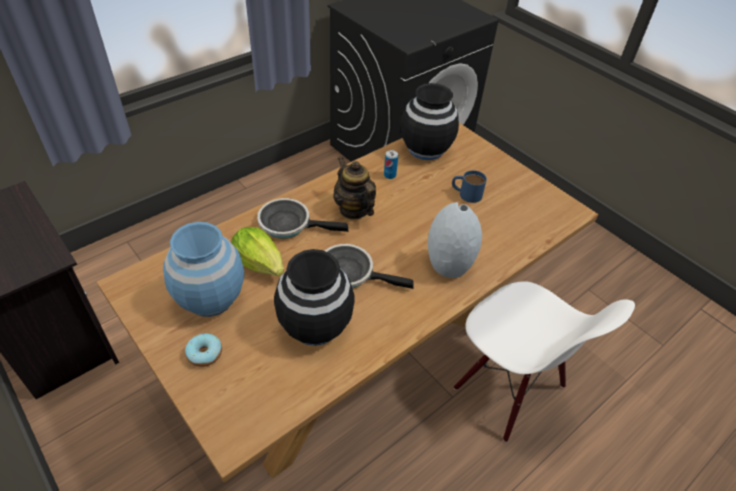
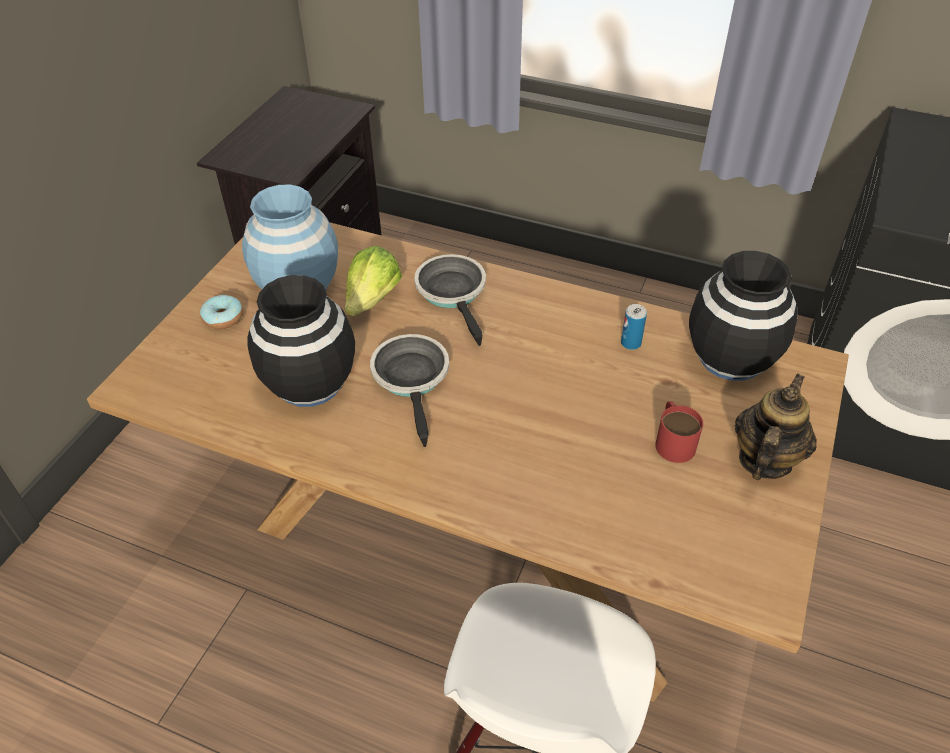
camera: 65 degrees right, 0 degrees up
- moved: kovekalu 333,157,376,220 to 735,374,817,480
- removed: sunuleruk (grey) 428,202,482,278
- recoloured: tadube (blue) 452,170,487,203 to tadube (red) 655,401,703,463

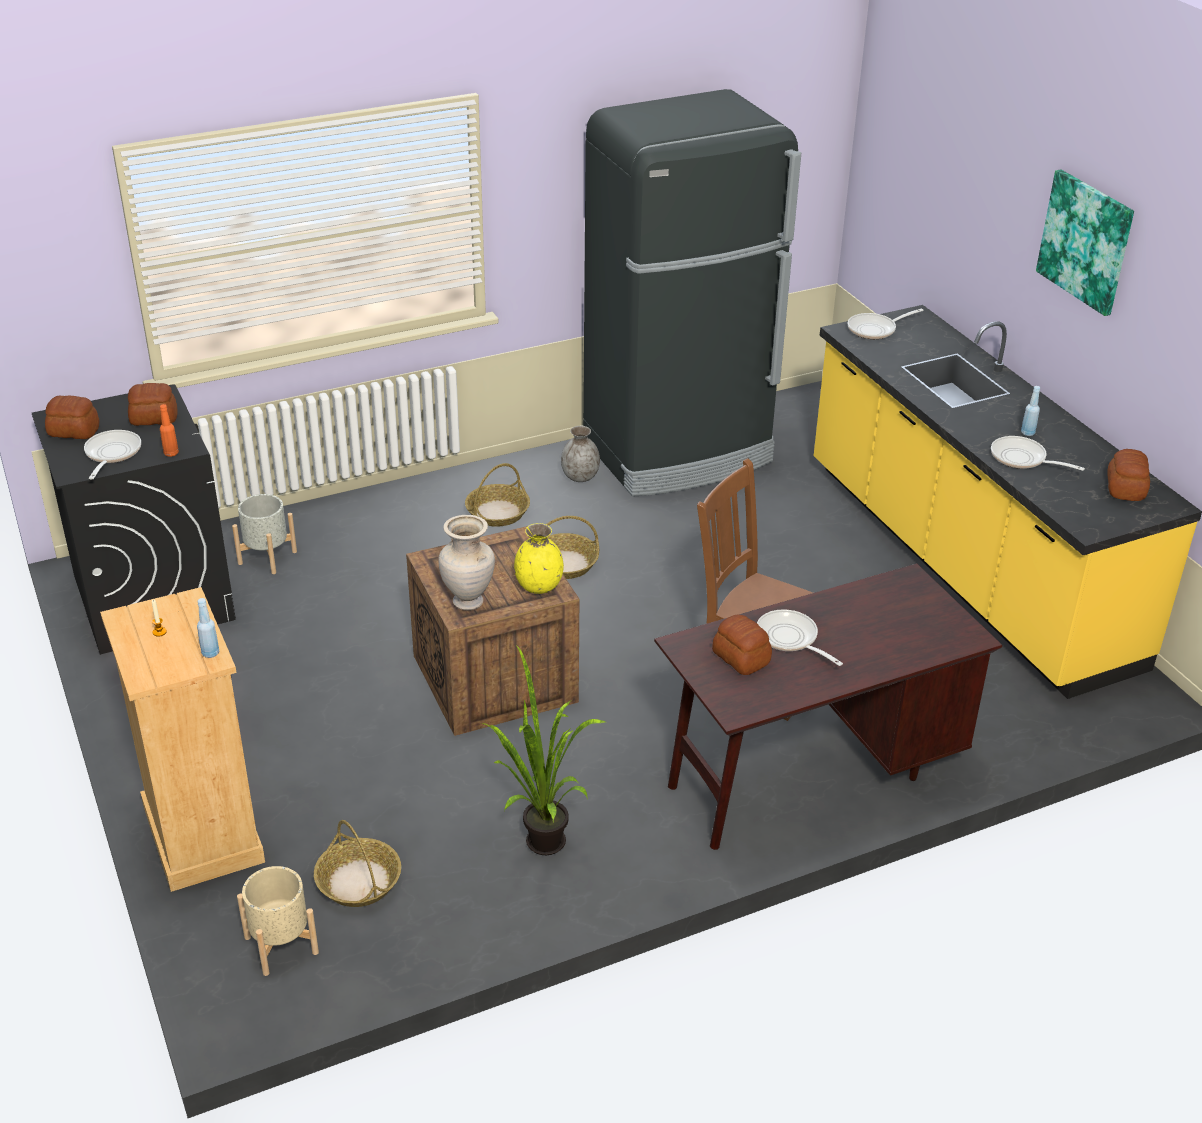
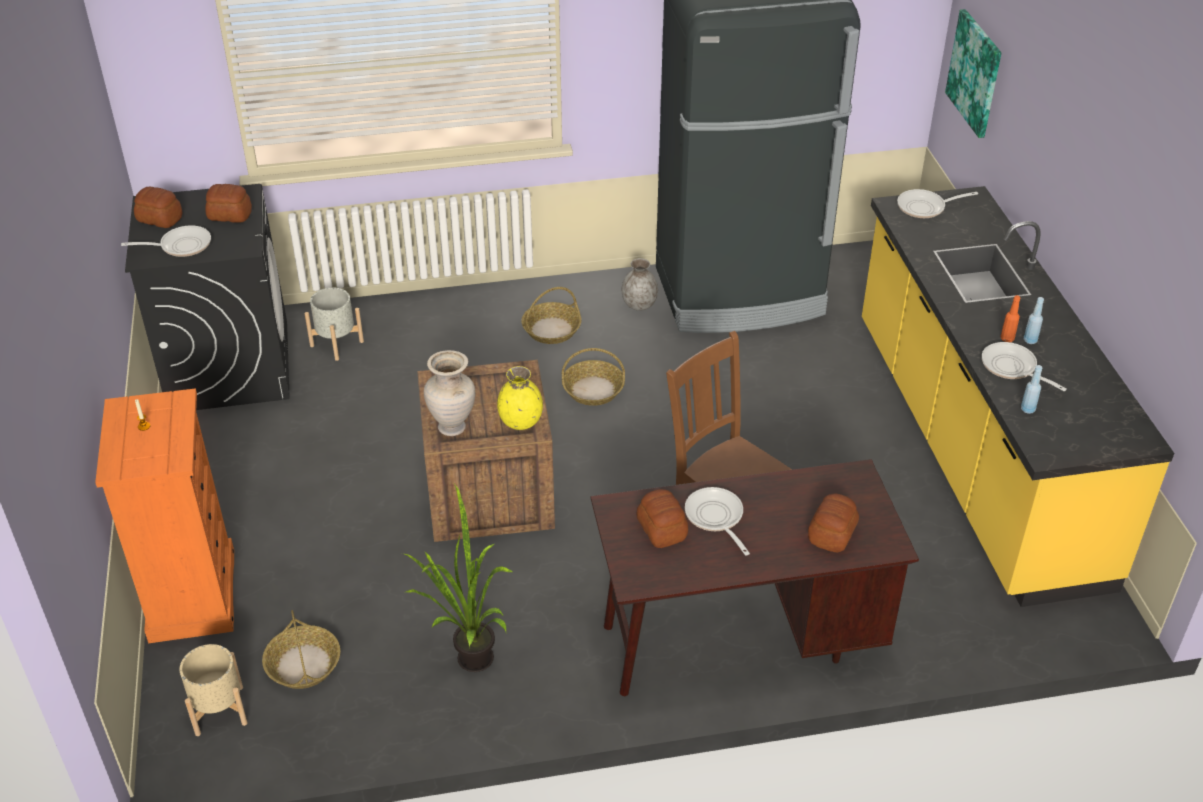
camera: 15 degrees right, 5 degrees up
- turned: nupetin 84,430,141,479 = 121,225,211,257 60 degrees clockwise
- recoloured: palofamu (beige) 100,587,265,892 to palofamu (orange) 95,388,234,643
- moved: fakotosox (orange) 160,404,179,457 to 1001,295,1021,342
- moved: fakotosox (blue) 197,598,219,658 to 1021,365,1042,414
- moved: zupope 1036,169,1134,316 to 945,9,1002,138
- moved: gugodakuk 1107,449,1150,501 to 808,494,859,552

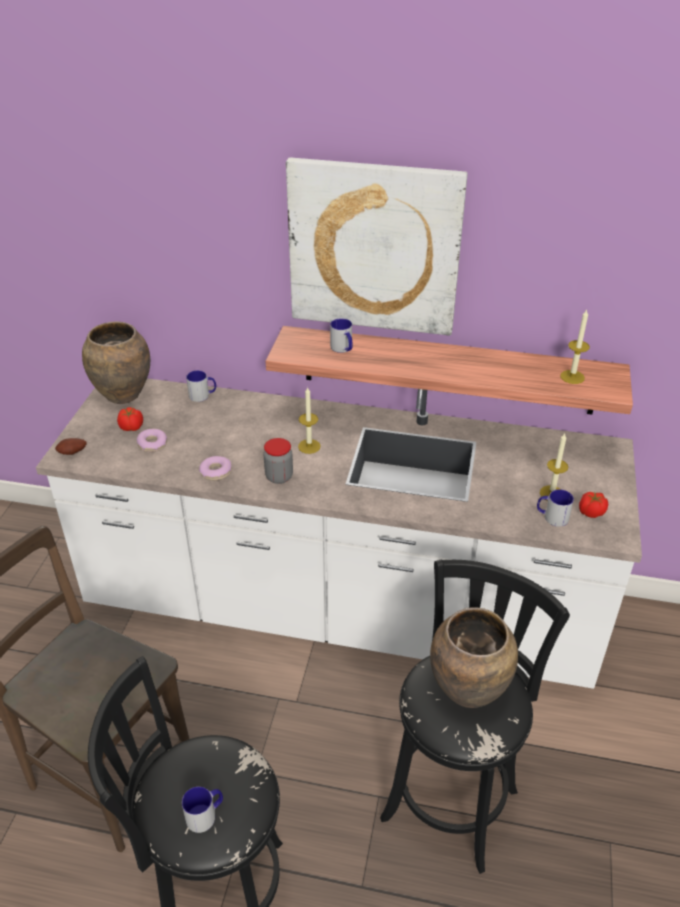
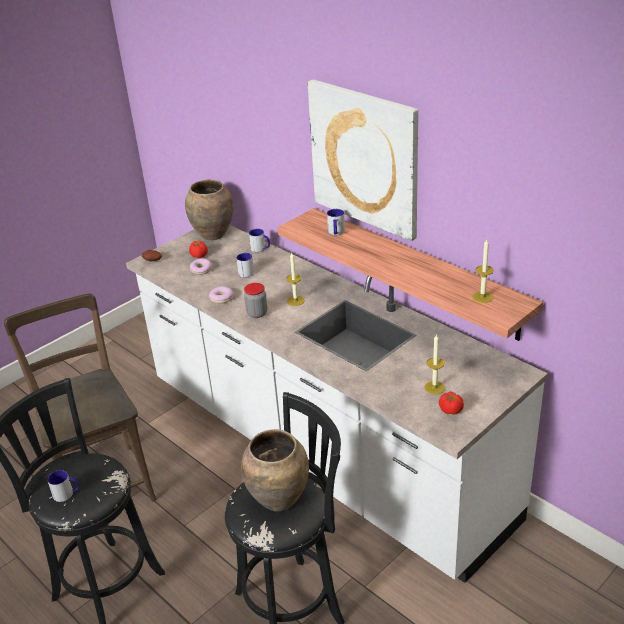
camera: 35 degrees right, 5 degrees down
- moved: tadube 537,489,574,527 to 236,253,254,277

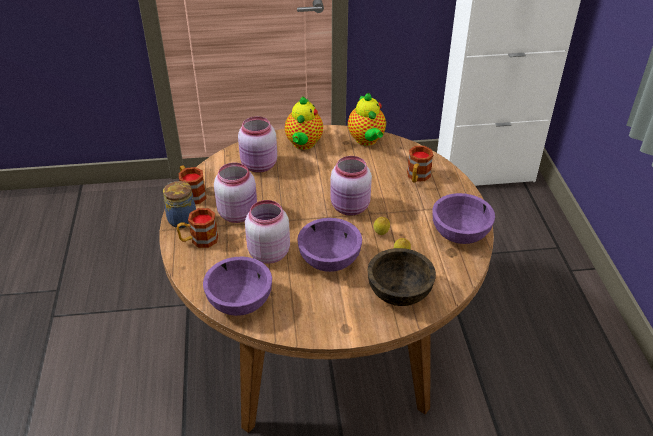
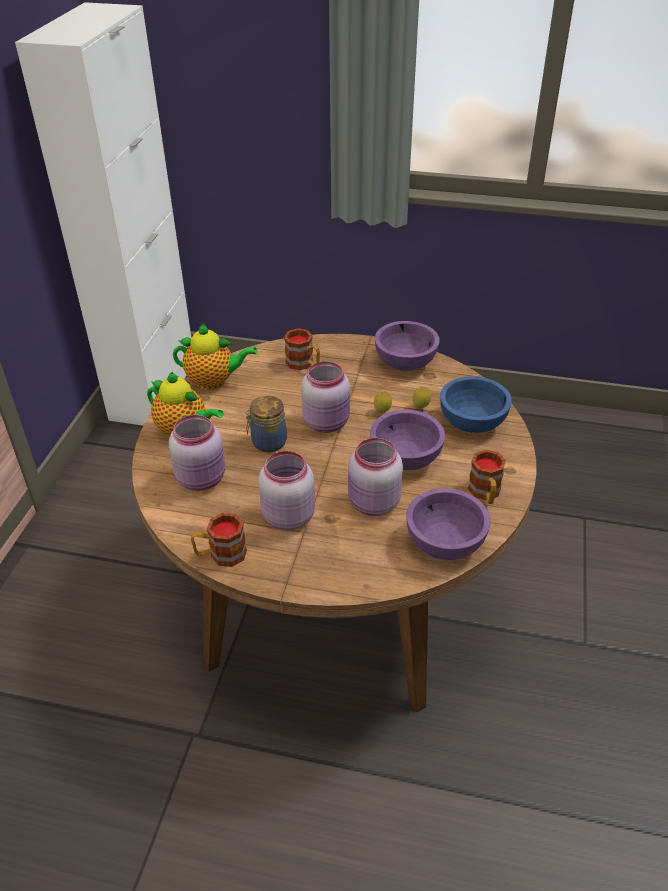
camera: 70 degrees left, 0 degrees up
- moved: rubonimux 163,181,196,228 to 245,396,287,452
- moved: tadube 177,208,218,248 to 468,450,506,504
- recoloured: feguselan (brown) 368,248,436,306 to feguselan (blue) 440,376,512,433

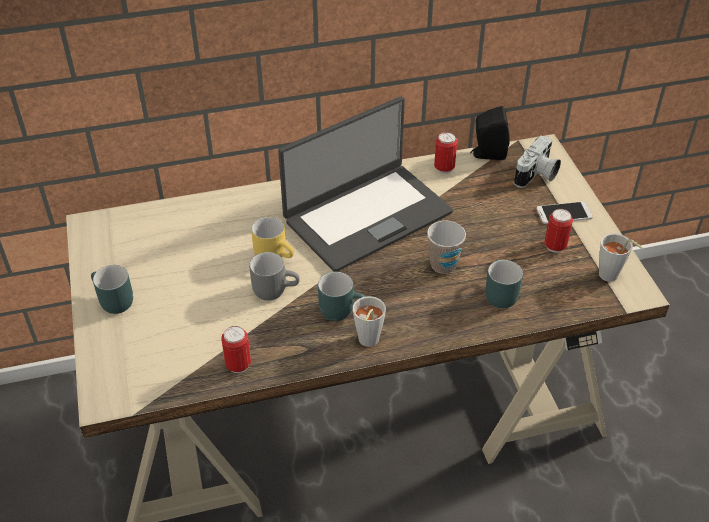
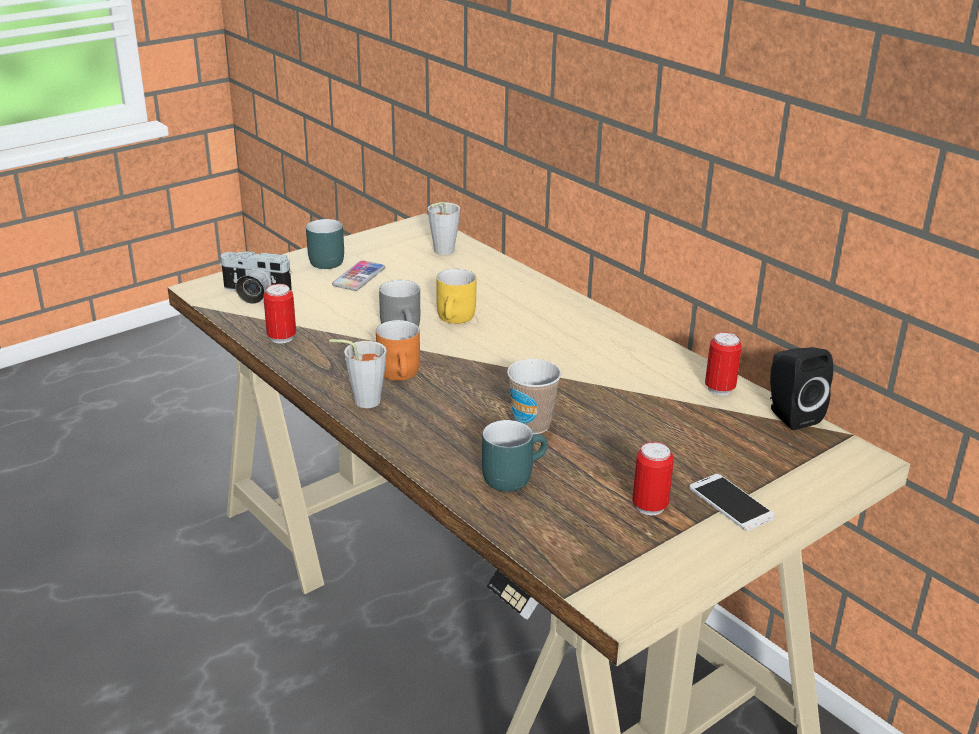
camera: 65 degrees right, 15 degrees down
- removed: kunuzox 278,97,453,272
- recoloured: tadube (turquoise) 318,272,366,321 to tadube (orange) 376,320,420,381
- moved: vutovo 514,136,561,188 to 220,251,292,304
- moved: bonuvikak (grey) 599,233,643,282 to 428,202,460,255
- added: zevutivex 332,260,385,291

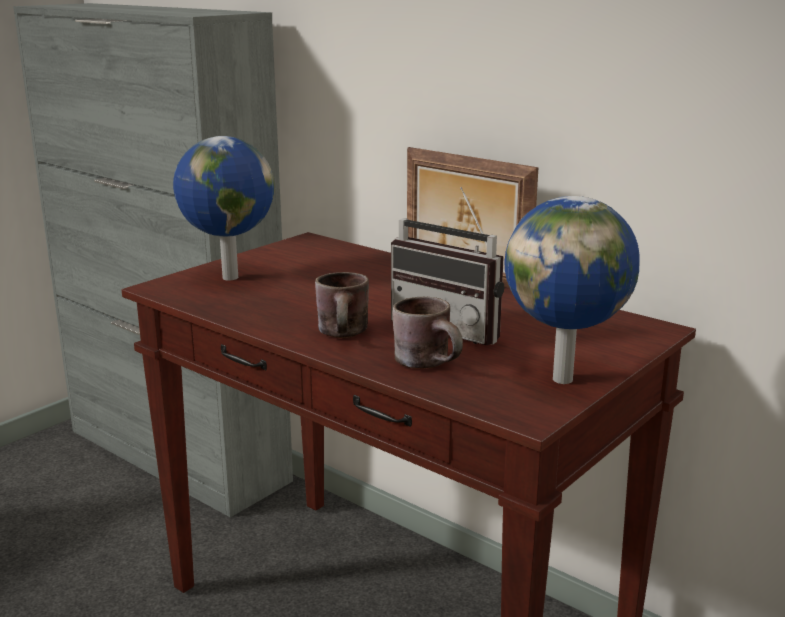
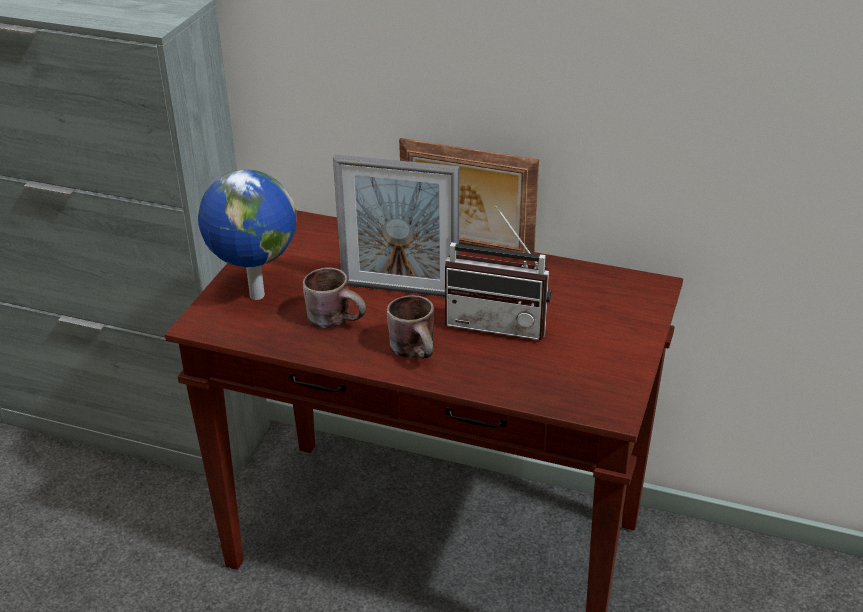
camera: 20 degrees left, 15 degrees up
- moved: tadube (brown) 393,297,463,369 to 303,267,366,328
- removed: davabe 504,196,640,384
- added: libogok 333,155,459,297

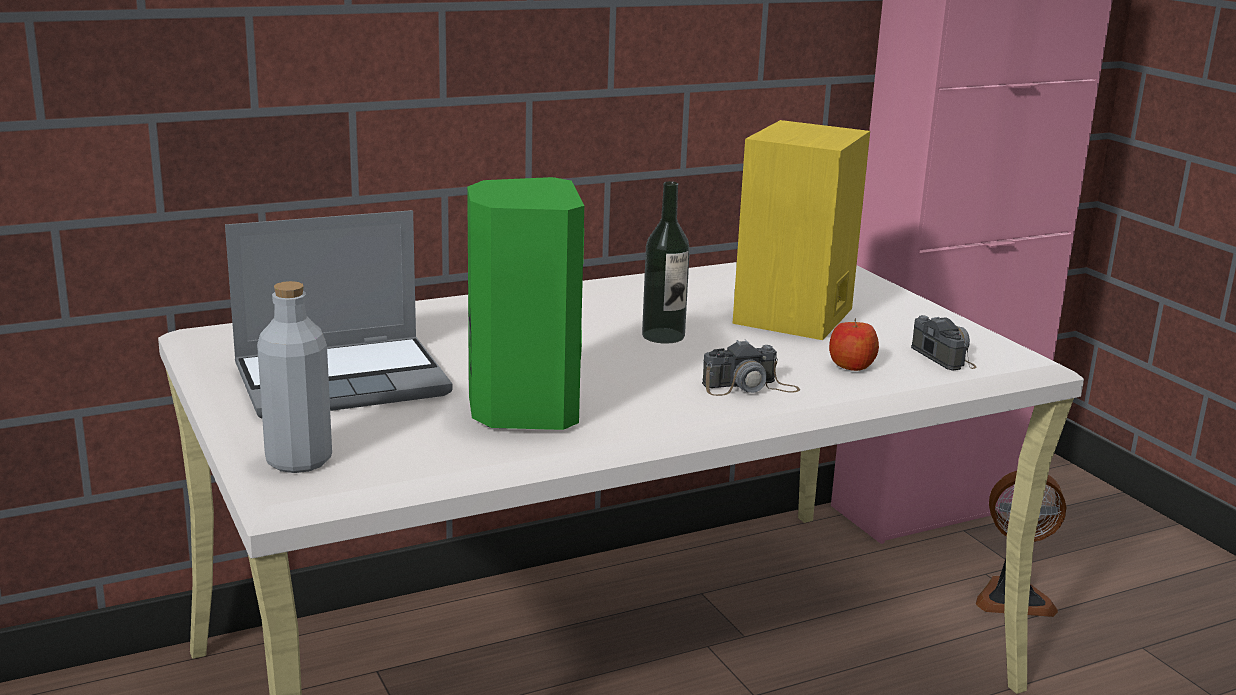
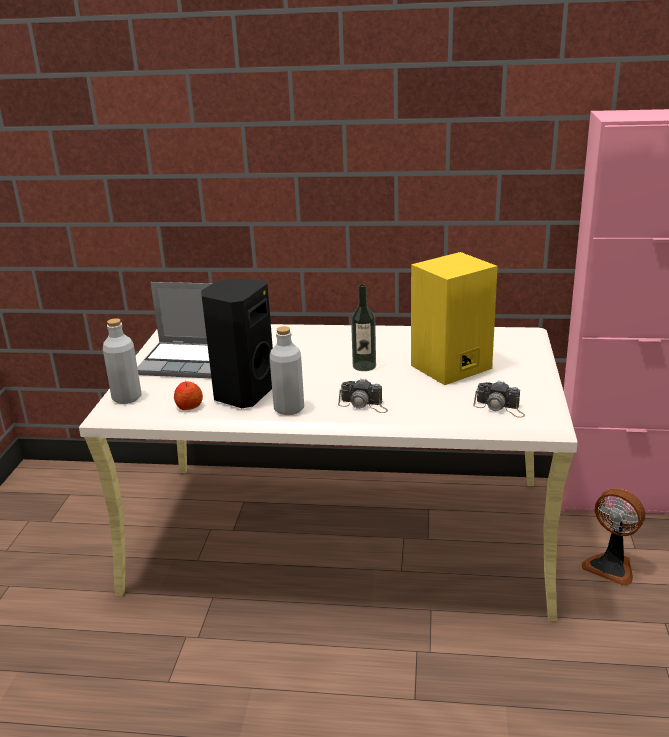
camera: 35 degrees right, 5 degrees up
- recoloured: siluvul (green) 467,177,584,430 to siluvul (black) 201,278,273,408
- moved: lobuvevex 829,318,879,371 to 174,382,203,410
- turned: vutovo 911,315,976,371 = 473,381,525,418 105 degrees clockwise
- added: fakotosox (grey) 270,326,304,415

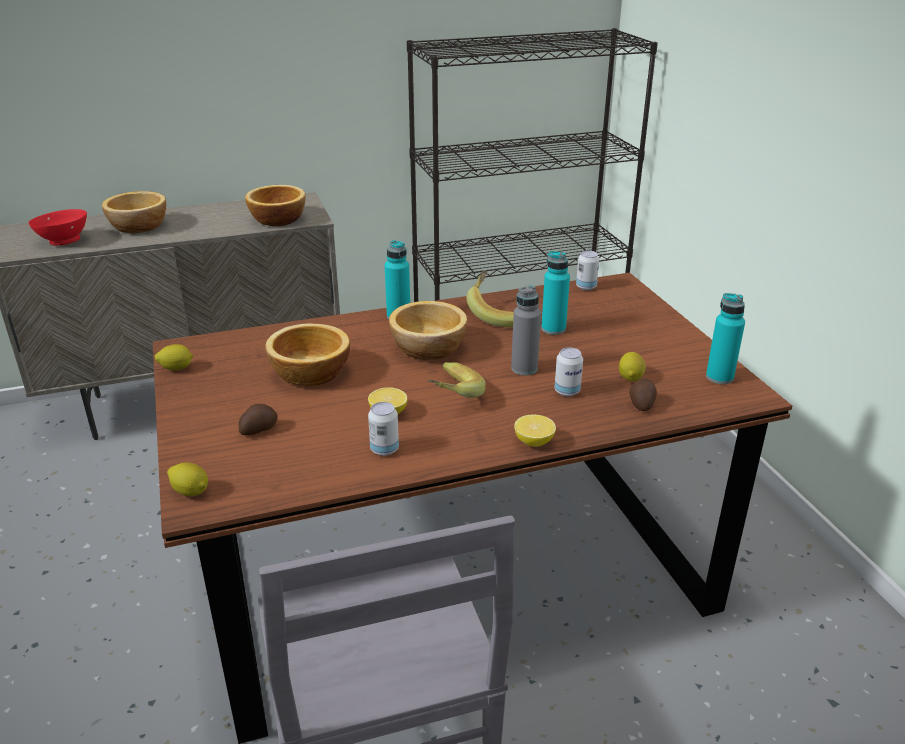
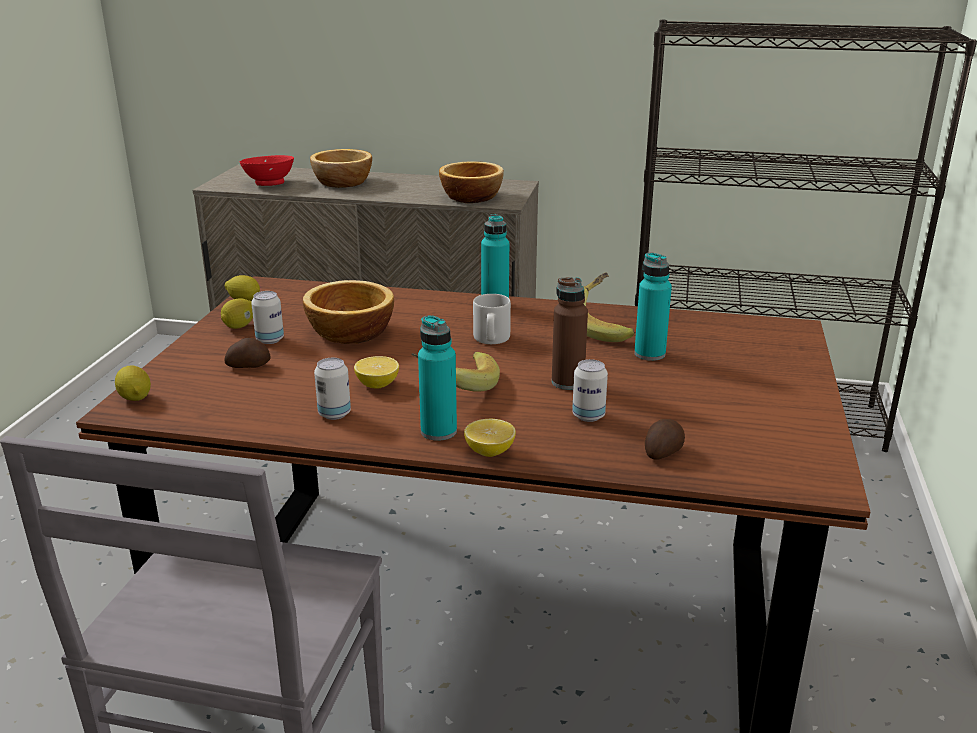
camera: 30 degrees right, 5 degrees down
- replaced: feguselan 389,301,467,360 to tadube (grey) 473,294,511,344
- recoloured: fakotosox (grey) 511,285,541,375 to fakotosox (brown) 552,277,588,390
- moved: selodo 576,250,599,290 to 251,291,284,344
- moved: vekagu 619,352,646,381 to 221,298,253,329
- moved: fakotosox (turquoise) 706,293,745,384 to 418,315,457,441

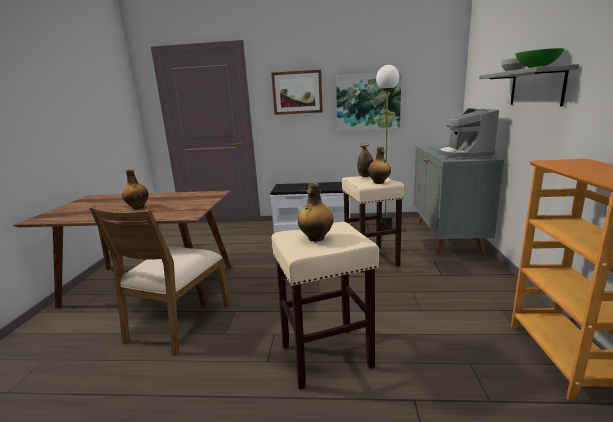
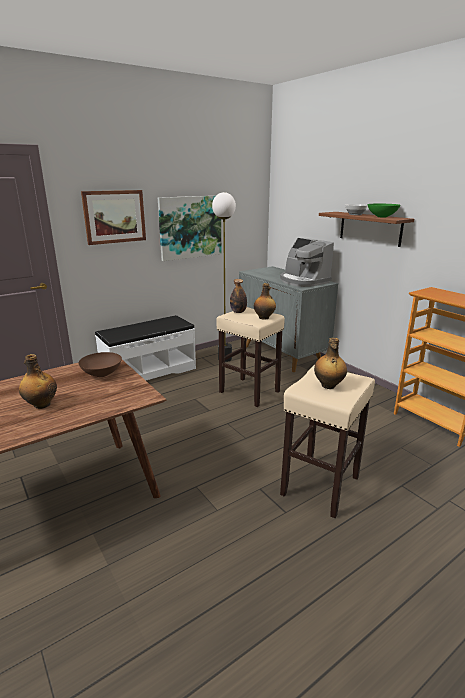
camera: 40 degrees left, 5 degrees up
- removed: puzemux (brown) 89,206,230,356
- recoloured: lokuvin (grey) 479,64,579,107 to lokuvin (brown) 319,212,414,247
- added: feguselan (brown) 78,352,122,377

